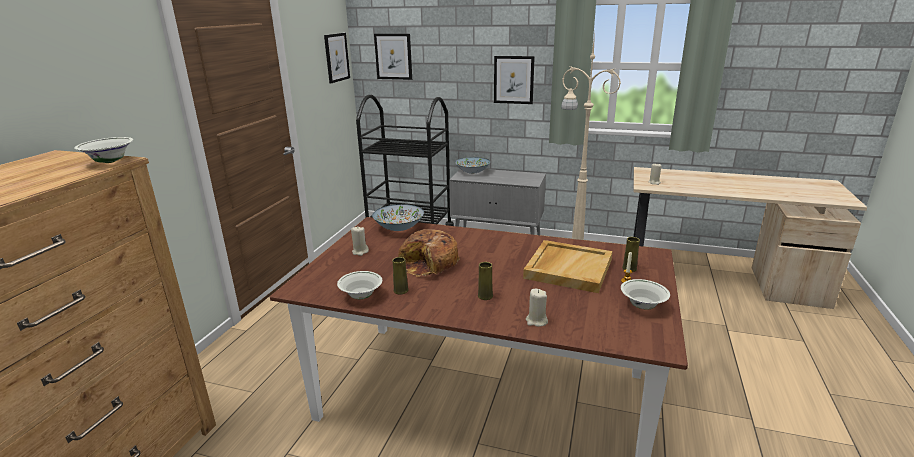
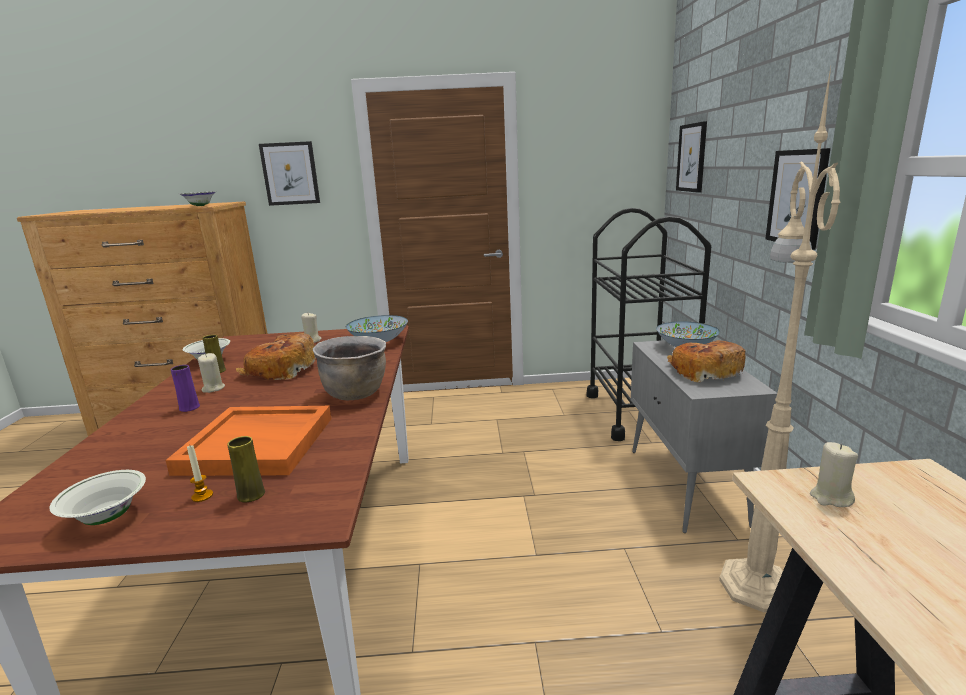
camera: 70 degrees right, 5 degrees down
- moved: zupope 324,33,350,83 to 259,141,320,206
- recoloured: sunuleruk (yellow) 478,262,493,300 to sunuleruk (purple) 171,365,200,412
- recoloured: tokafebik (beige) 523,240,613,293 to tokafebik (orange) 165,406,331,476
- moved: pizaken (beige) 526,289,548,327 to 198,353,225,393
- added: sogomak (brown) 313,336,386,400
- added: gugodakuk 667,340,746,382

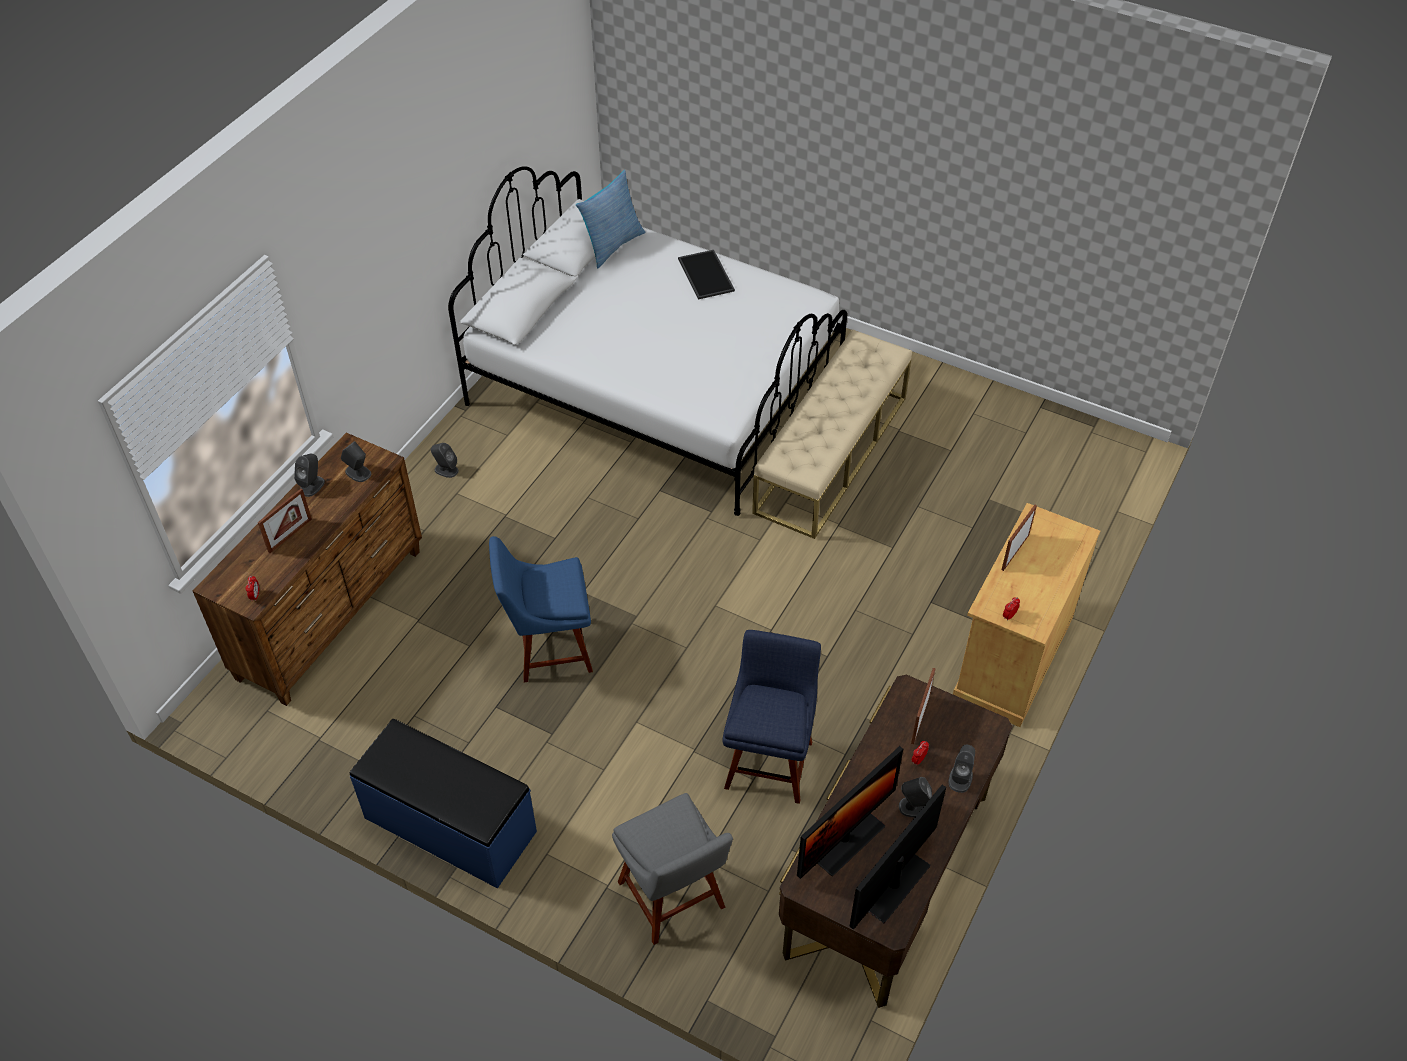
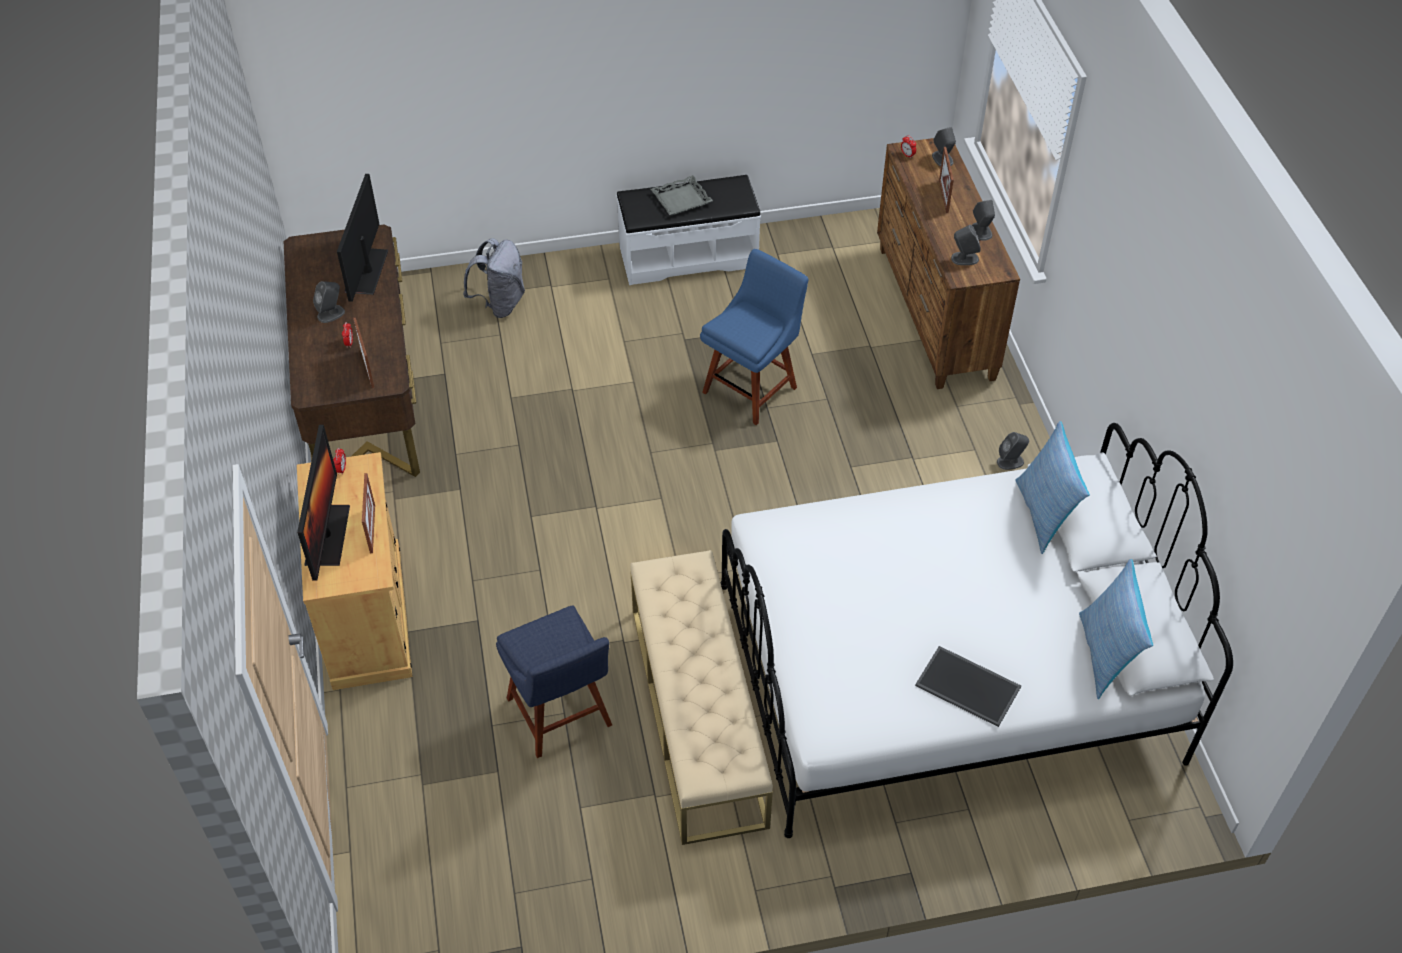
camera: 140 degrees right, 0 degrees up
- recoloured: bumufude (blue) 350,719,537,888 to bumufude (white) 616,175,761,285
- replaced: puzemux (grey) 612,793,733,945 to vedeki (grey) 463,238,525,318
- moved: puzemux (blue) 723,630,821,804 to 496,605,612,758
- moved: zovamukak 849,785,946,930 to 297,425,350,581
- moved: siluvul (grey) 949,745,975,793 to 932,127,956,167
- added: tokafebik (grey) 651,175,713,215
- added: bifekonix 1015,421,1090,554

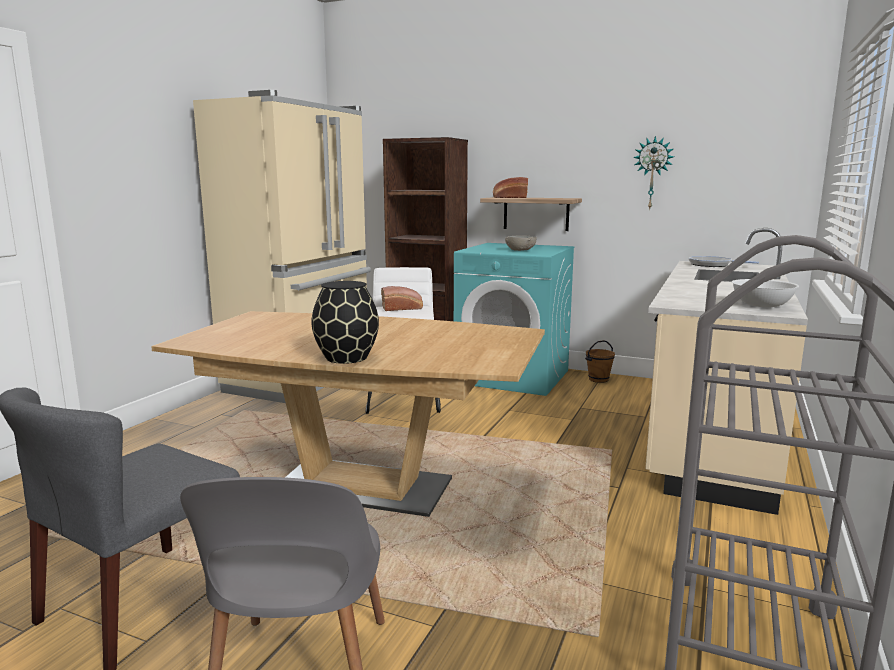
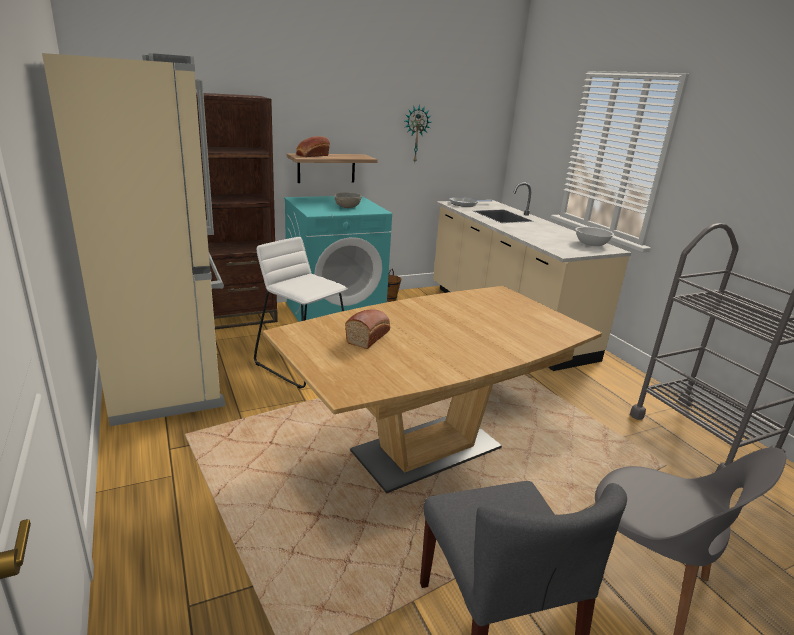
camera: 50 degrees left, 10 degrees up
- removed: sunuleruk (black) 311,281,379,364
- moved: gugodakuk 381,286,423,311 to 345,309,390,349

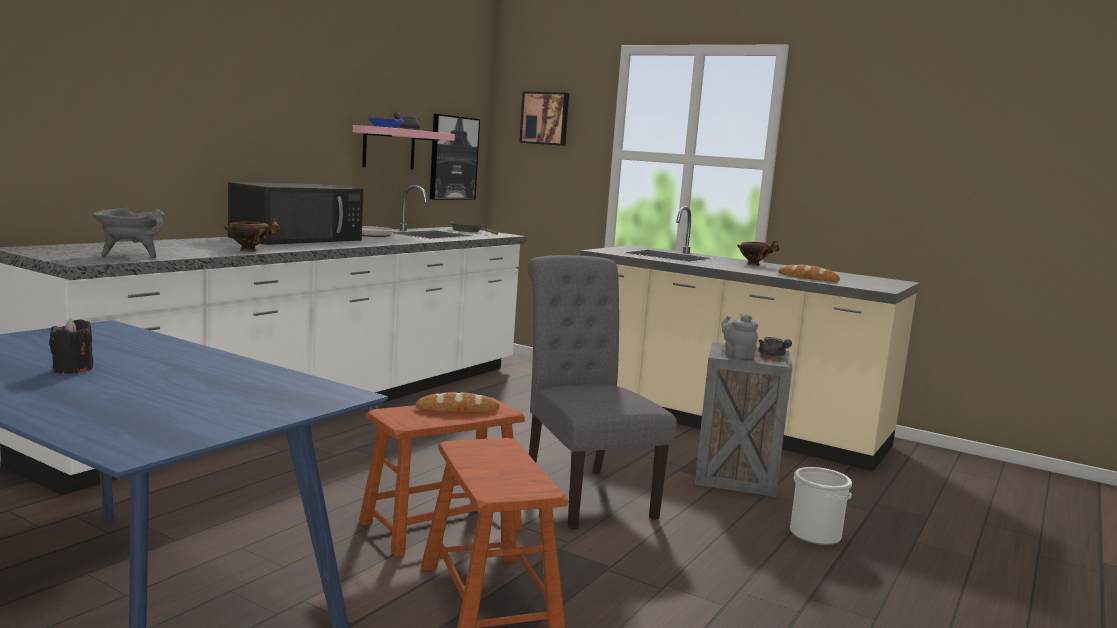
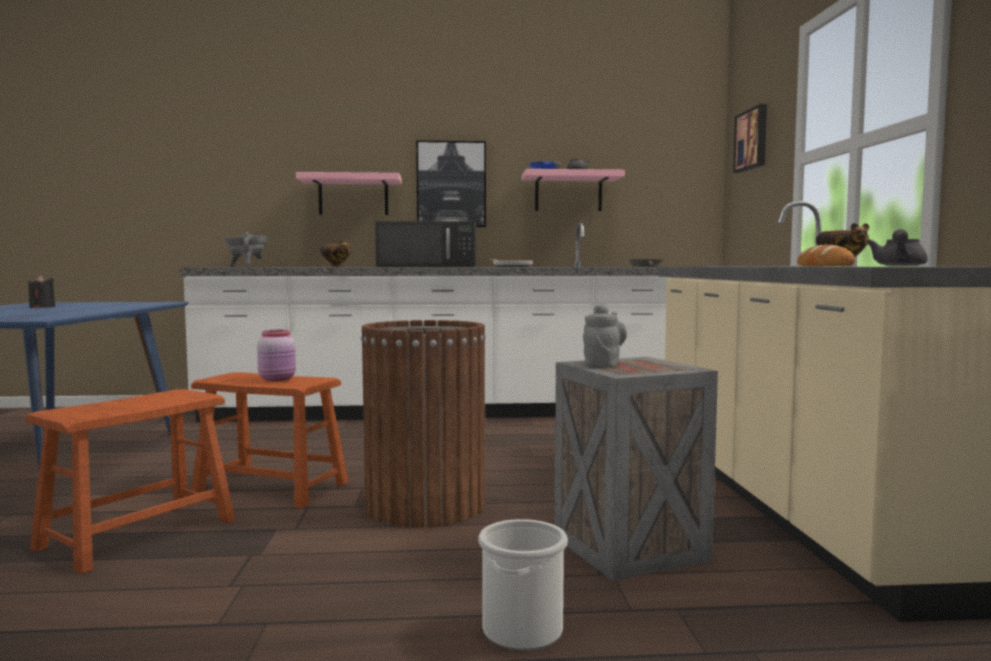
camera: 55 degrees right, 5 degrees down
- replaced: gugodakuk 415,392,500,412 to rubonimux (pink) 257,330,296,381
- moved: zupope 430,114,480,200 to 416,141,486,227
- replaced: puzemux (grey) 528,255,677,529 to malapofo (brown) 361,320,486,528
- moved: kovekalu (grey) 758,337,792,357 to 866,229,928,266
- added: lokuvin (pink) 296,172,402,215

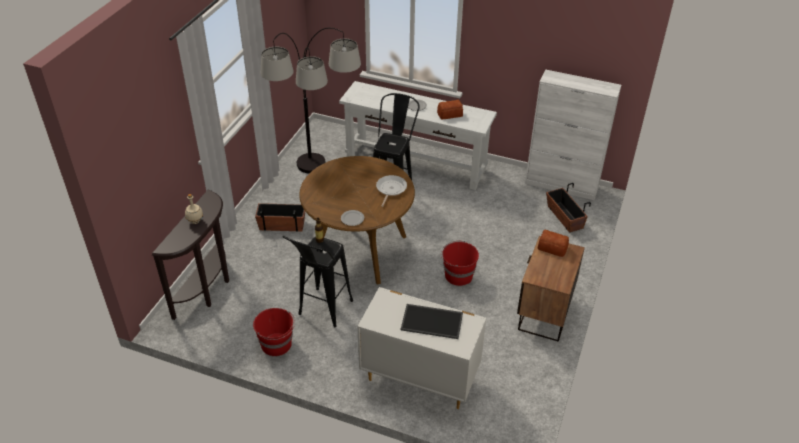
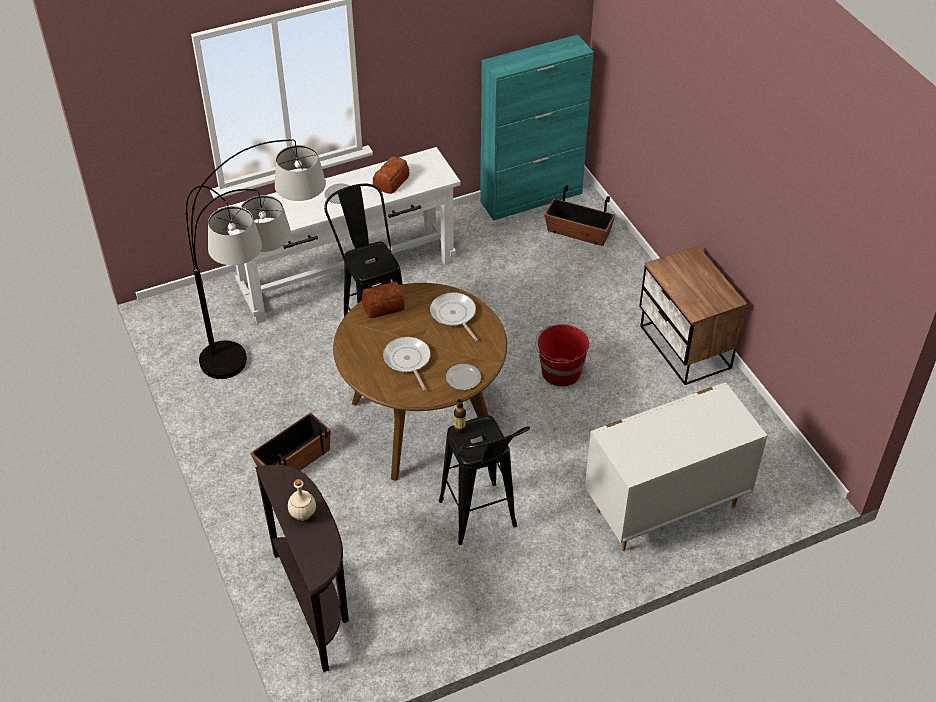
camera: 45 degrees left, 5 degrees up
- removed: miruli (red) 253,308,295,356
- removed: tokafebik 401,304,463,339
- recoloured: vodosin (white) 525,69,621,200 to vodosin (turquoise) 480,35,594,221
- moved: gugodakuk 538,230,569,257 to 362,281,405,318
- added: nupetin 383,337,431,391

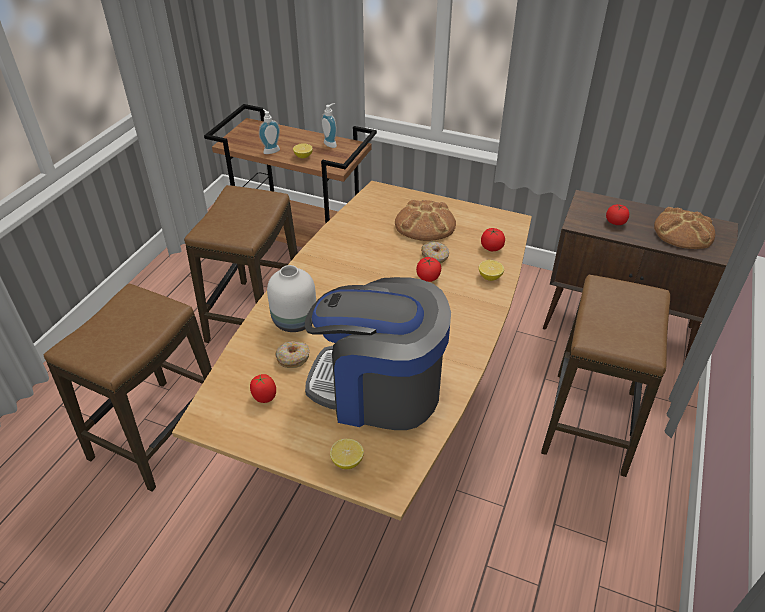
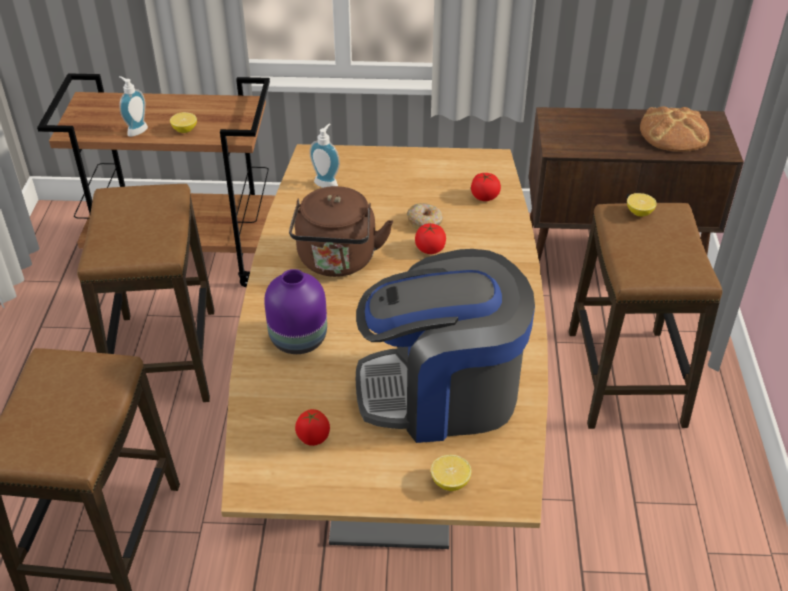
camera: 20 degrees left, 0 degrees up
- recoloured: sunuleruk (white) 267,265,316,332 to sunuleruk (purple) 264,269,327,354
- removed: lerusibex 275,341,310,368
- moved: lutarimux 322,103,337,148 to 309,124,340,188
- removed: gugodakuk 395,199,456,241
- moved: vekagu 479,260,504,281 to 627,193,657,216
- removed: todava 606,204,629,225
- added: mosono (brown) 289,186,393,277

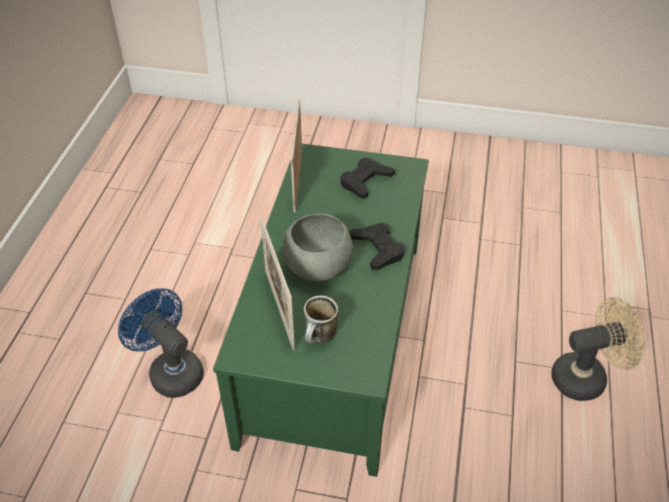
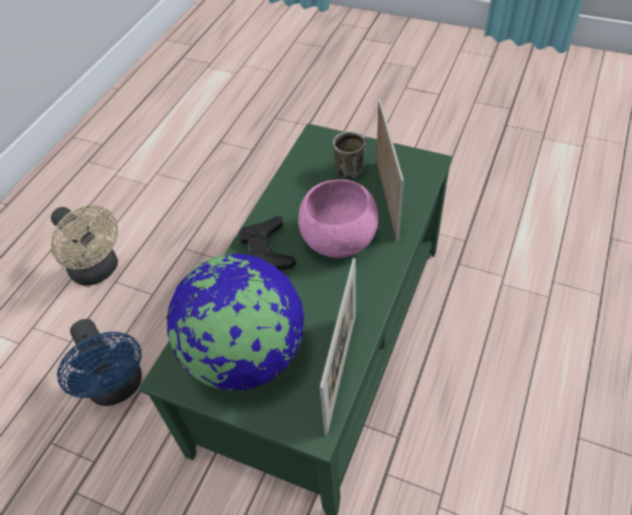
camera: 165 degrees left, 5 degrees up
- moved: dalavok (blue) 118,288,204,398 to 57,319,142,406
- recoloured: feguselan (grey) 283,213,353,281 to feguselan (pink) 298,180,378,258
- replaced: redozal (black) 340,157,395,199 to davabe 167,254,304,391
- turned: dalavok (beige) 551,298,645,401 = 51,205,118,286 135 degrees counterclockwise

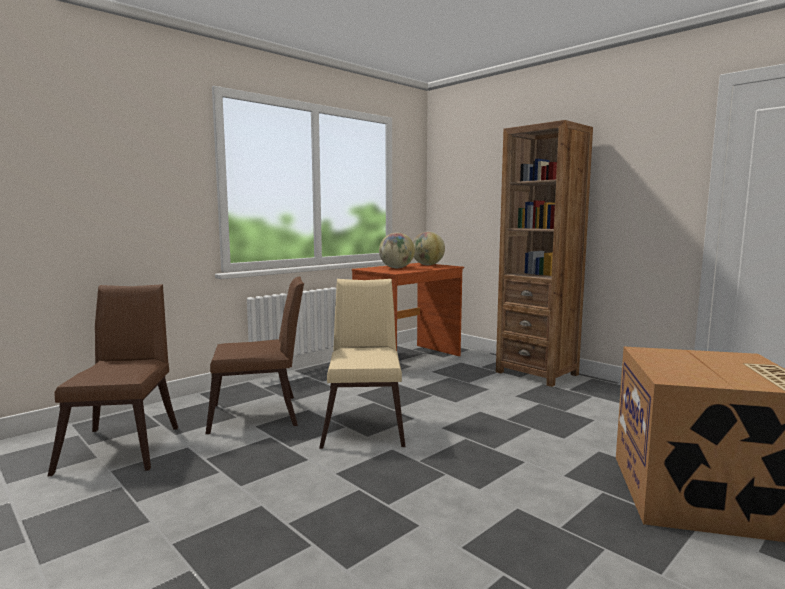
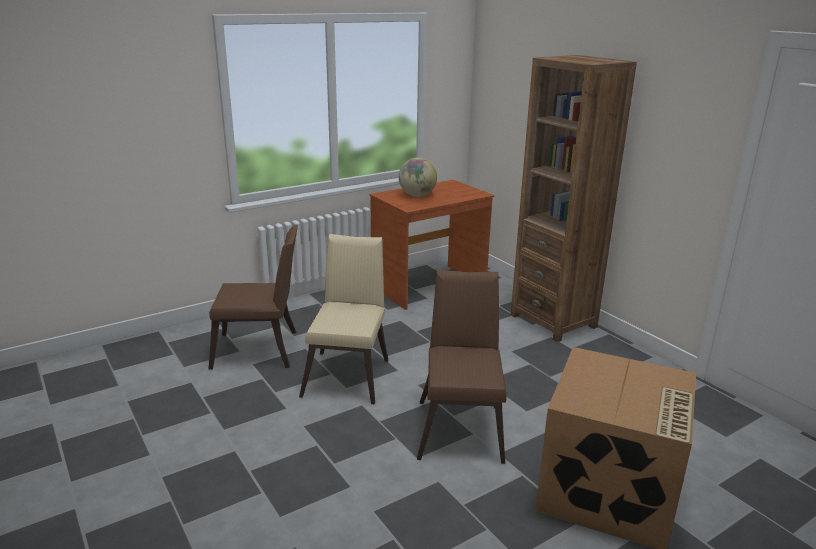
camera: 10 degrees right, 15 degrees up
- moved: puzemux (brown) 48,284,178,476 to 417,269,507,464
- removed: davabe 413,232,445,265

